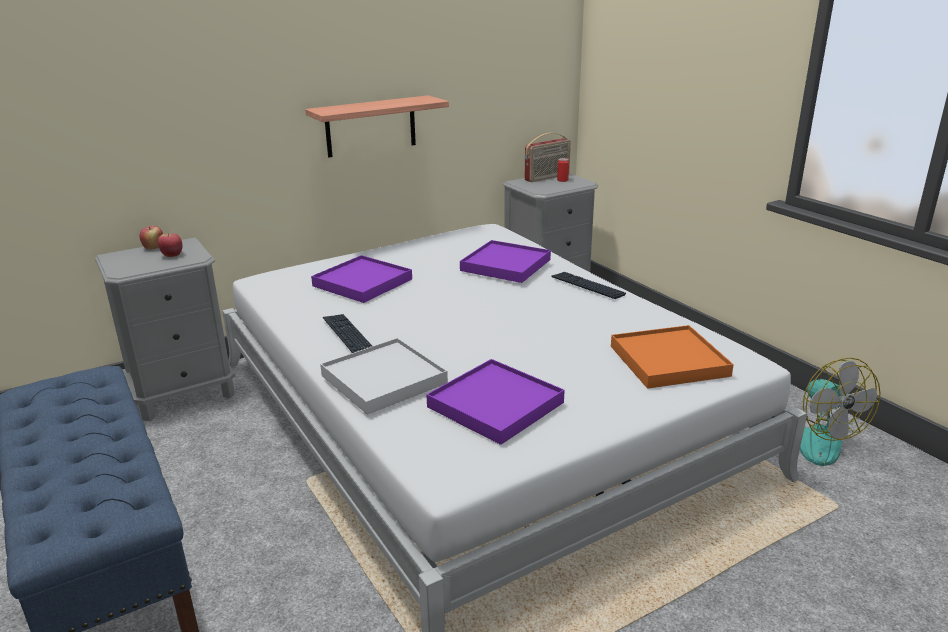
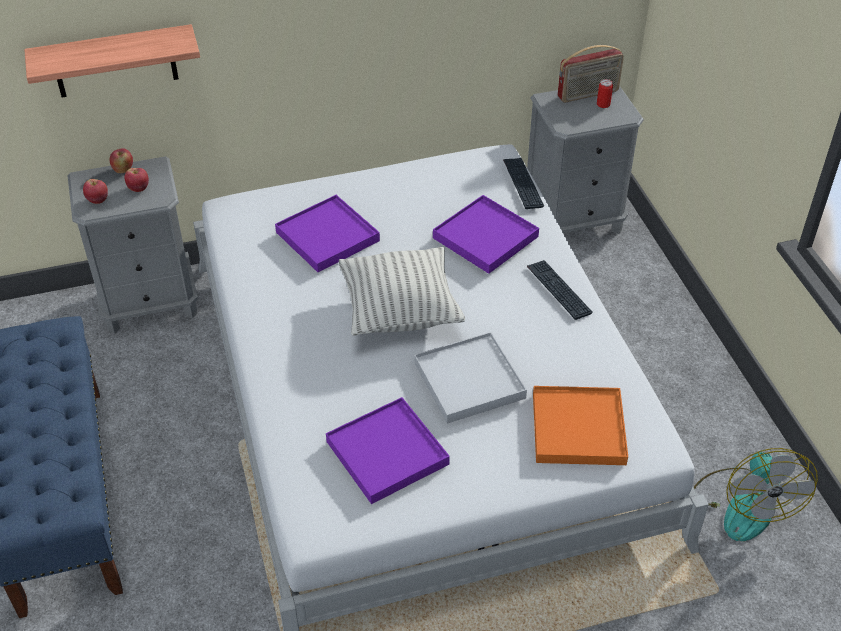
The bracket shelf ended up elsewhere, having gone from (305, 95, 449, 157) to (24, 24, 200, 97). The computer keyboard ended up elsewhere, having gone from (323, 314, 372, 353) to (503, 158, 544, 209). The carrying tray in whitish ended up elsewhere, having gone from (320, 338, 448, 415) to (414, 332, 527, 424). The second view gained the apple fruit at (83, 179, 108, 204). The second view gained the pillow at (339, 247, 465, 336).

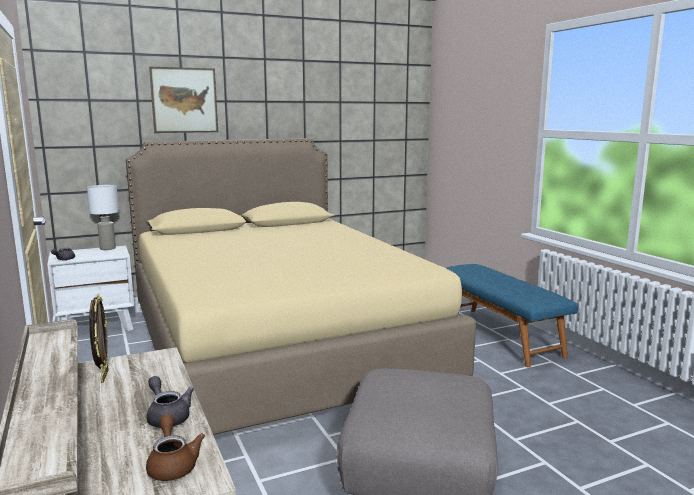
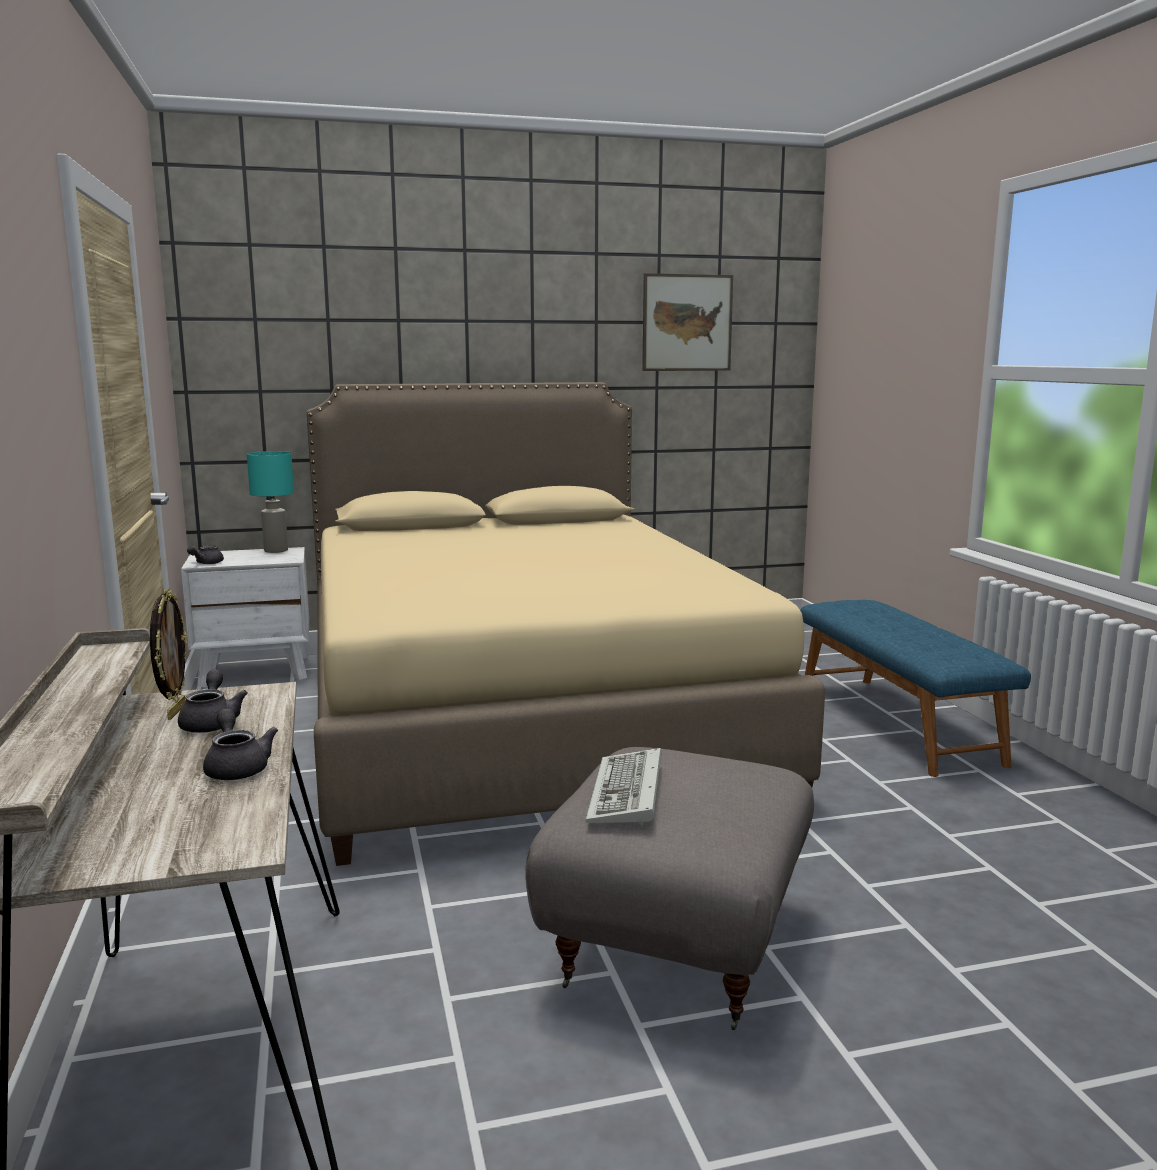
The wall art ended up elsewhere, having gone from (149, 67, 218, 133) to (642, 273, 733, 371). What was the table lamp in whitish at (87, 185, 119, 250) turned into the table lamp in turquoise at (247, 451, 294, 553). The second view lost the tea pot in brownish at (146, 414, 205, 481). The second view gained the tea pot in grey at (178, 670, 248, 733). The second view gained the computer keyboard at (585, 748, 662, 825).

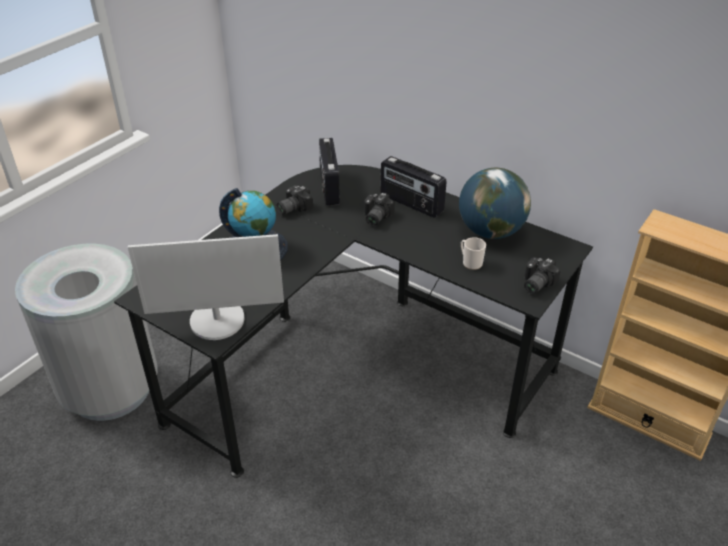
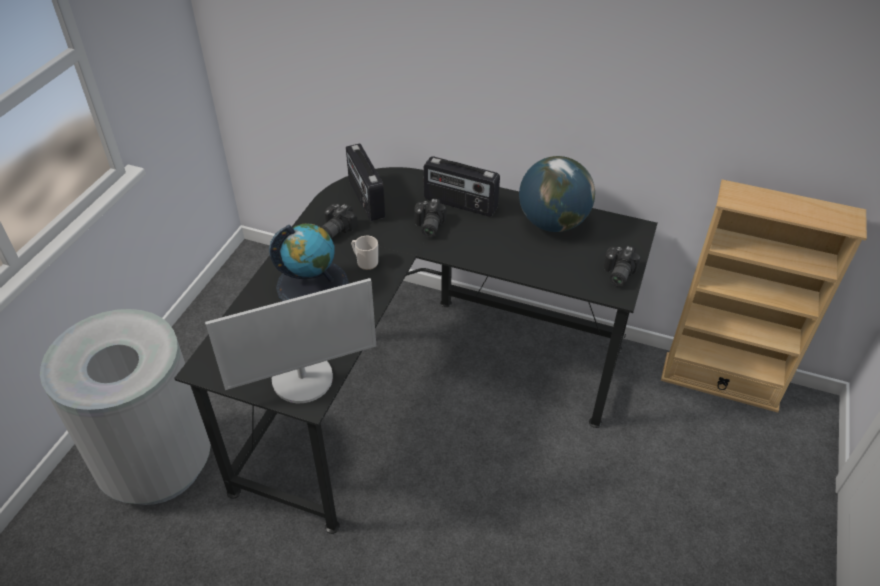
The coffee mug ended up elsewhere, having gone from (461, 237, 486, 270) to (351, 236, 378, 270).

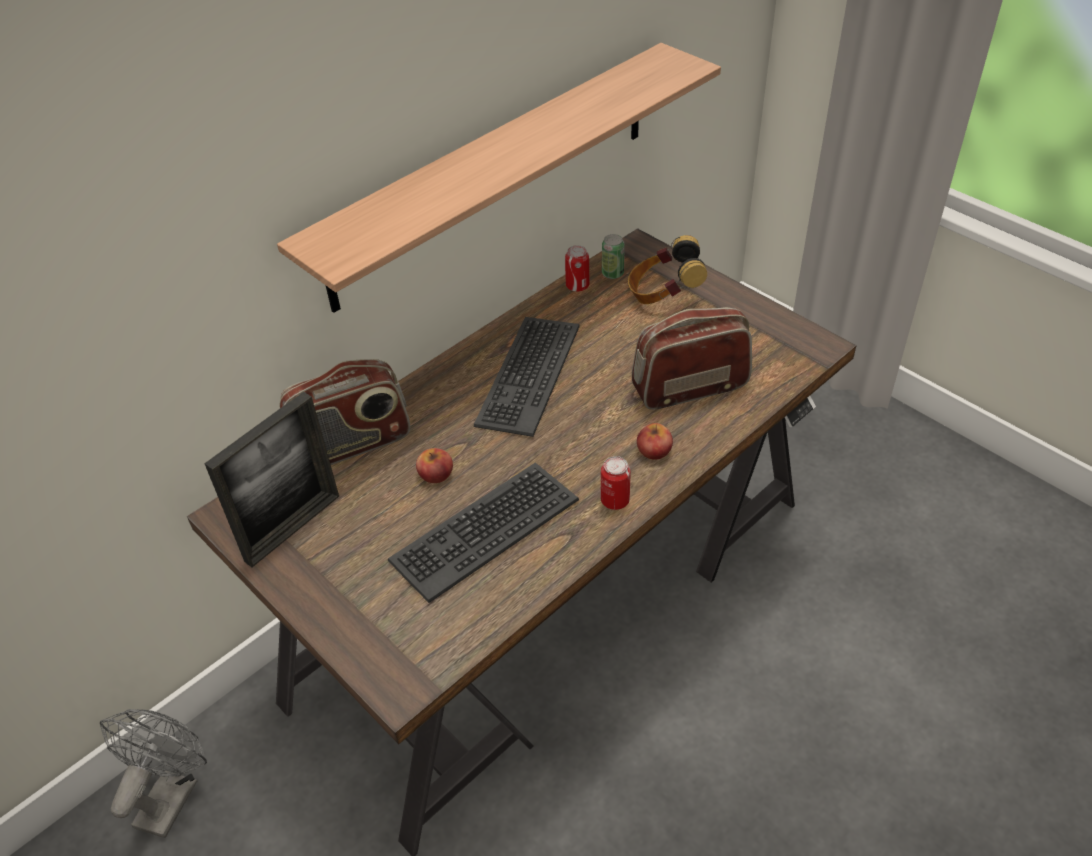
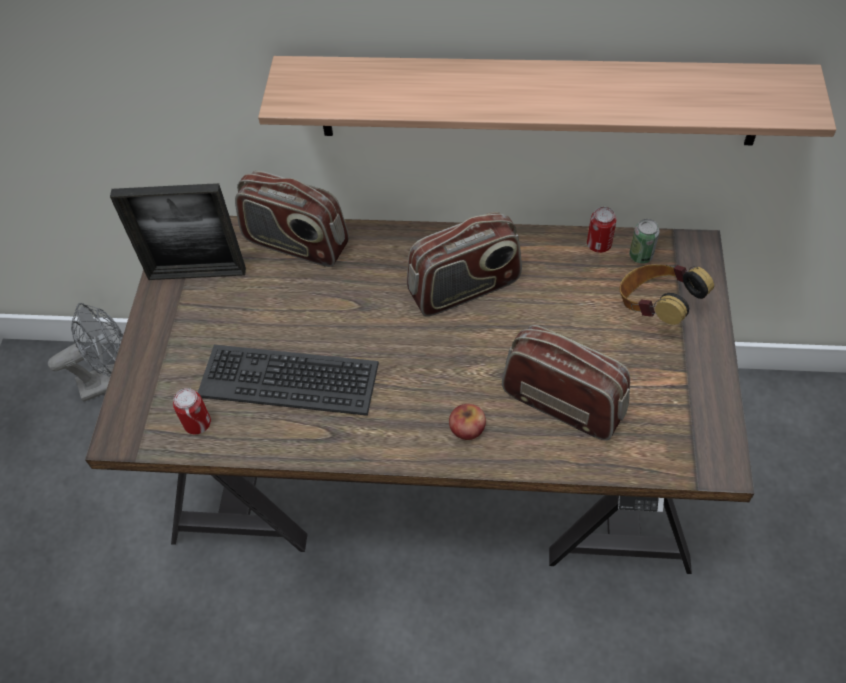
Where the computer keyboard stood at (474, 317, 580, 437), the radio receiver came to stand at (407, 212, 522, 316). The second view lost the apple fruit at (416, 448, 453, 483). The sealed can ended up elsewhere, having gone from (601, 456, 630, 510) to (173, 388, 211, 435).

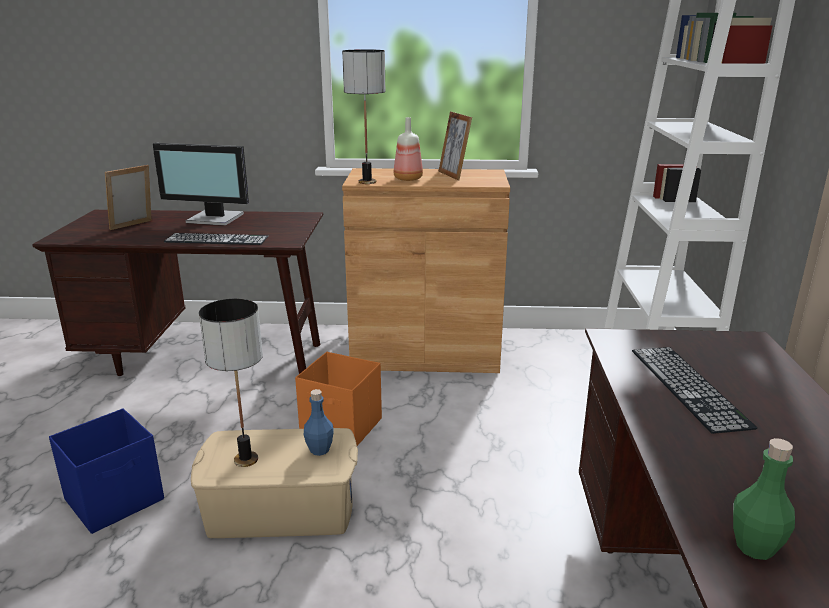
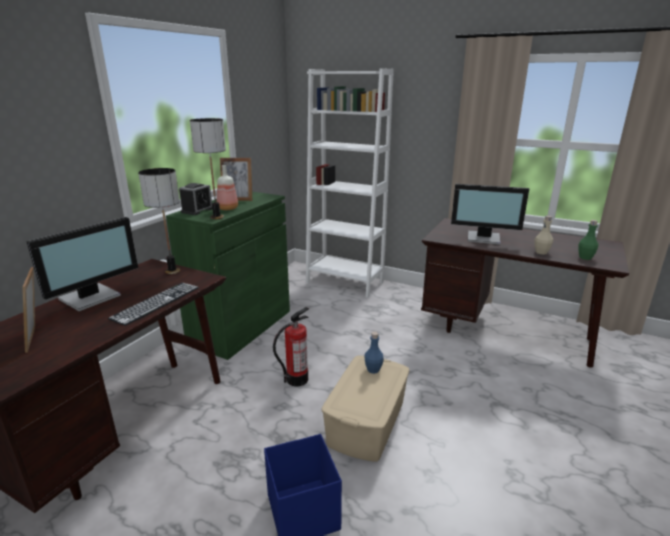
What was the cupboard in brownish at (342, 168, 510, 373) turned into the cupboard in green at (166, 192, 290, 360). The table lamp ended up elsewhere, having gone from (199, 299, 263, 467) to (138, 168, 180, 274). Where the computer keyboard stood at (632, 347, 757, 434), the monitor came to stand at (451, 184, 529, 245). Where the storage container in orangey stood at (295, 352, 382, 446), the extinguisher came to stand at (273, 307, 309, 387). The second view gained the bedside clock at (179, 183, 213, 215). The second view gained the bottle in sand-coloured at (535, 215, 553, 255).

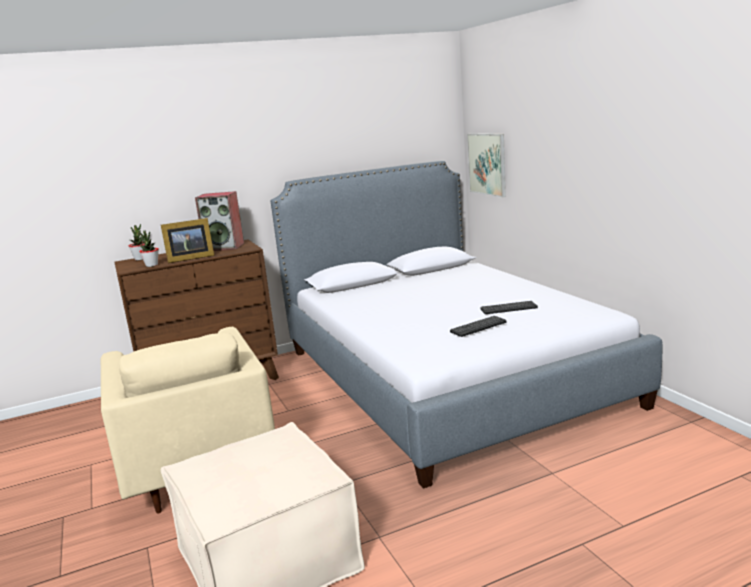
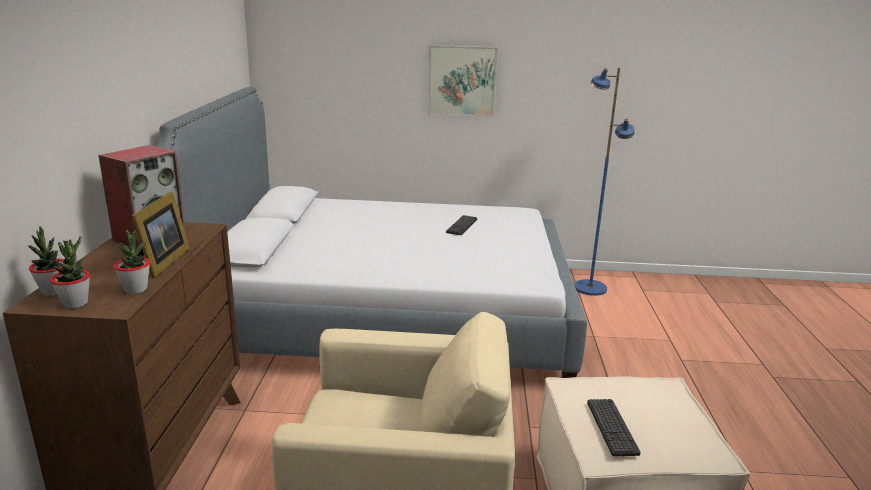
The wall art ended up elsewhere, having gone from (467, 133, 506, 197) to (427, 45, 498, 117). The computer keyboard ended up elsewhere, having gone from (450, 316, 507, 337) to (587, 399, 641, 456). The second view gained the standing lamp in bluish at (574, 68, 635, 296). The second view gained the houseplant at (50, 237, 90, 309).

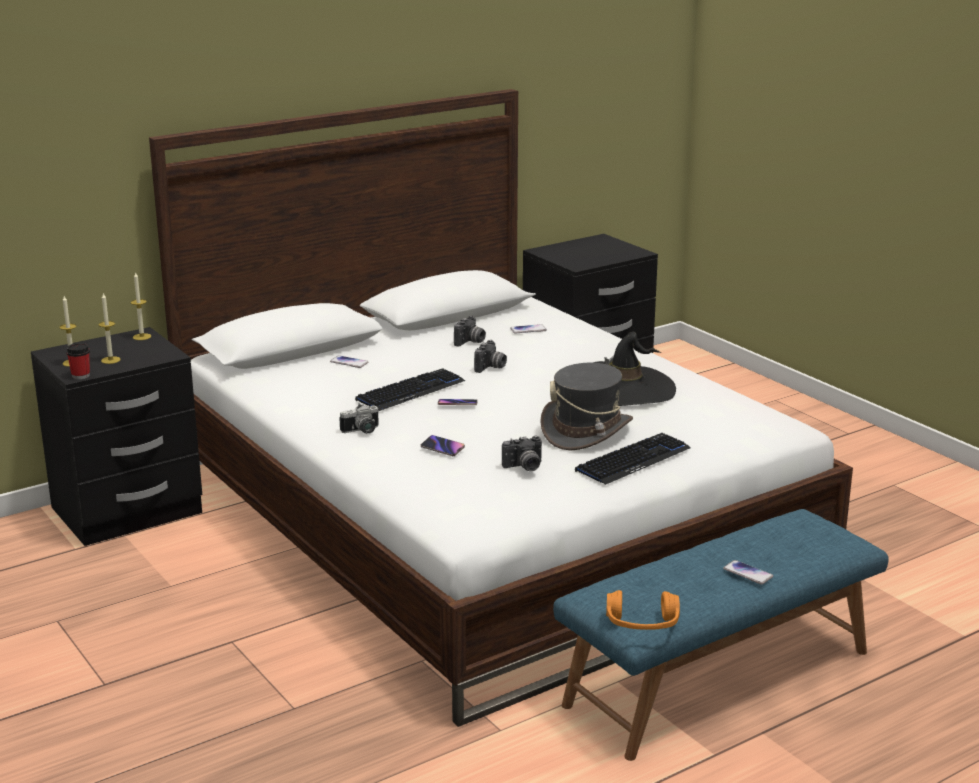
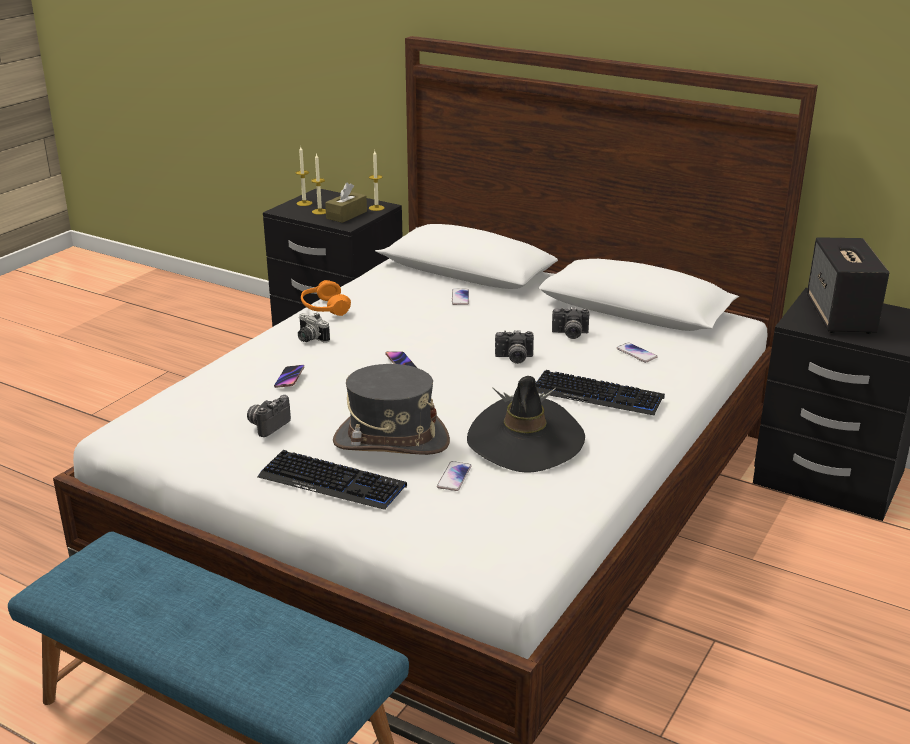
The second view lost the small cup at (66, 343, 90, 379). The computer keyboard ended up elsewhere, having gone from (355, 368, 465, 411) to (536, 370, 665, 415). The photo camera at (502, 435, 542, 471) ended up facing another way, 75 degrees clockwise from before. The phone ended up elsewhere, having gone from (723, 560, 773, 585) to (437, 461, 472, 491). The headphones in orangey ended up elsewhere, having gone from (606, 590, 680, 630) to (301, 280, 351, 316). The second view gained the box of tissues in brownish at (325, 183, 367, 223). The second view gained the audio speaker at (807, 237, 889, 334).

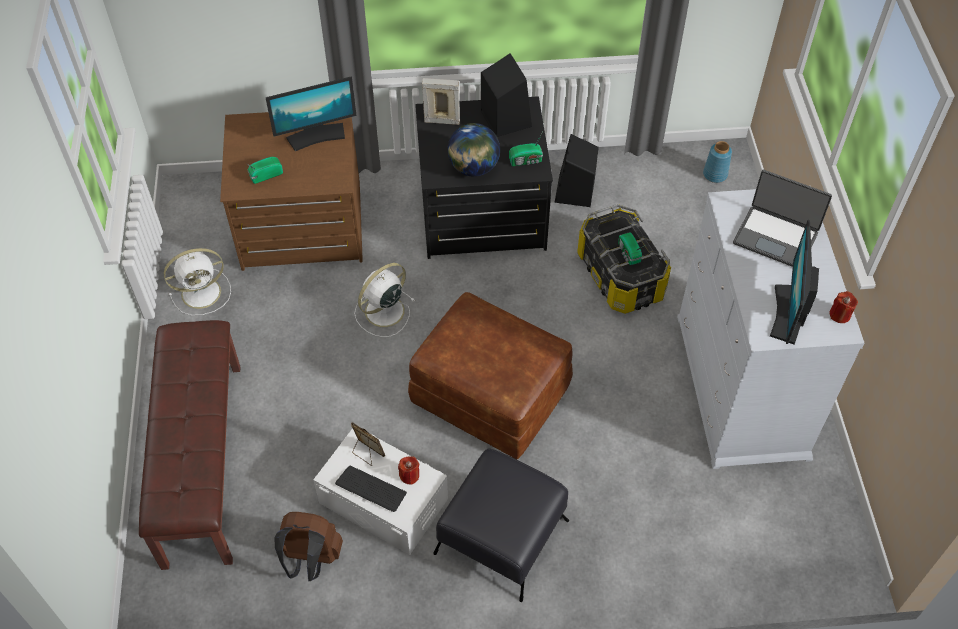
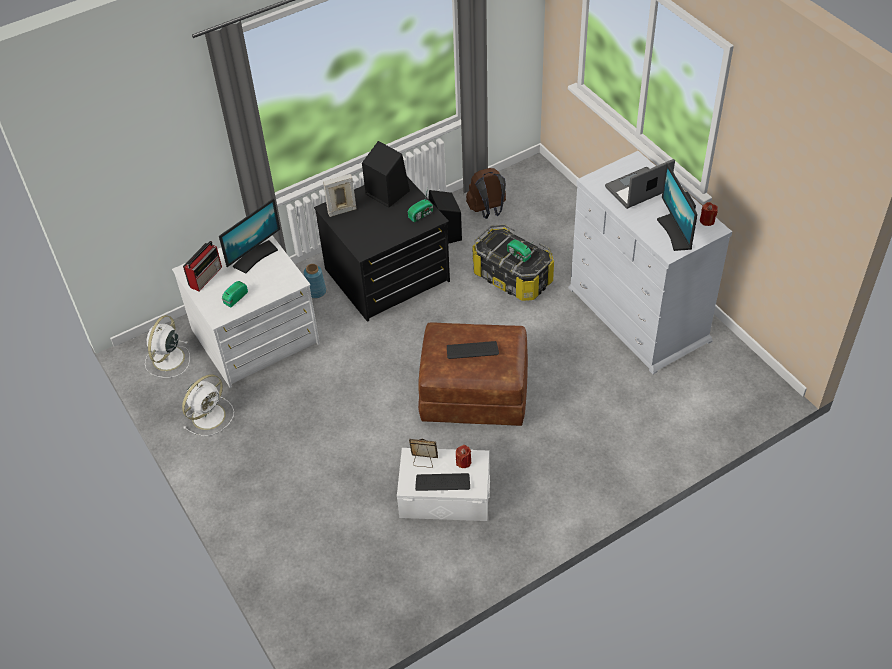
What was the drawer chest in brownish at (220, 112, 363, 271) turned into the drawer chest in whitish at (172, 235, 320, 388). The second view lost the desk globe at (447, 123, 500, 177). The vase in bluish ended up elsewhere, having gone from (703, 141, 732, 183) to (304, 264, 326, 299). The laptop at (733, 170, 832, 267) ended up facing another way, 150 degrees clockwise from before. The cooling fan in whitish ended up elsewhere, having gone from (354, 263, 415, 337) to (145, 315, 190, 378). The second view lost the indoor bench in brownish at (139, 320, 240, 570). The second view lost the pouffe in blackish at (433, 449, 569, 602). The backpack in brownish ended up elsewhere, having gone from (274, 512, 343, 581) to (466, 168, 506, 219). The second view gained the radio receiver at (183, 241, 222, 291). The second view gained the computer keyboard at (447, 341, 499, 359).

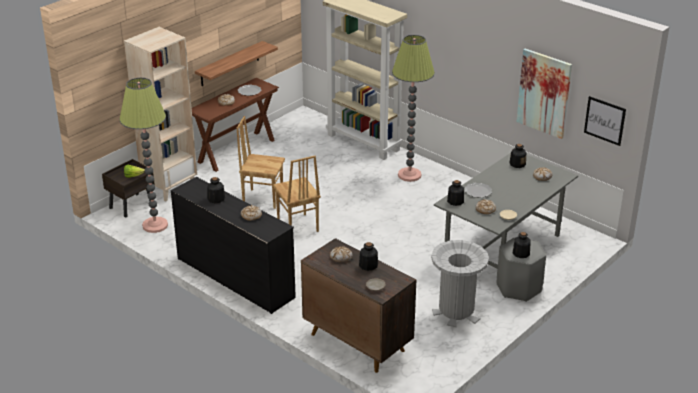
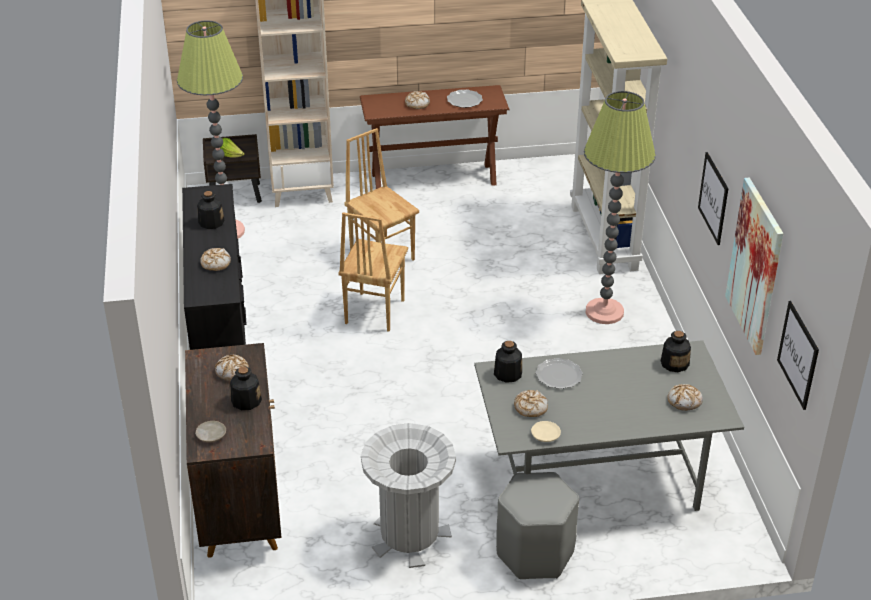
The second view lost the bracket shelf at (195, 41, 278, 86). The second view lost the bottle at (513, 232, 531, 258). The second view gained the wall art at (698, 152, 728, 245).

